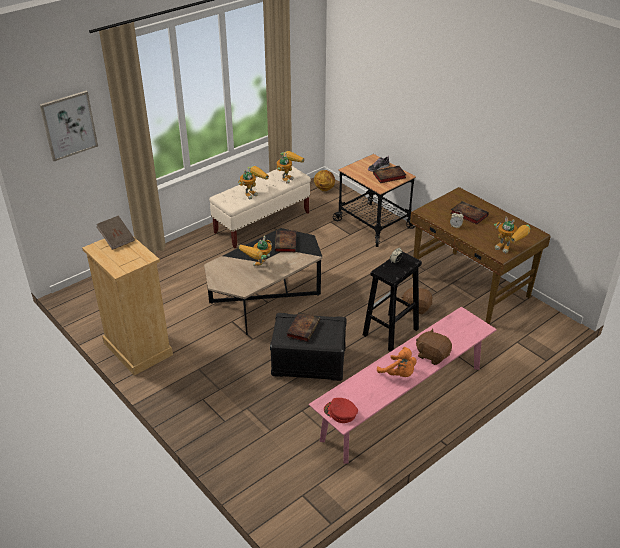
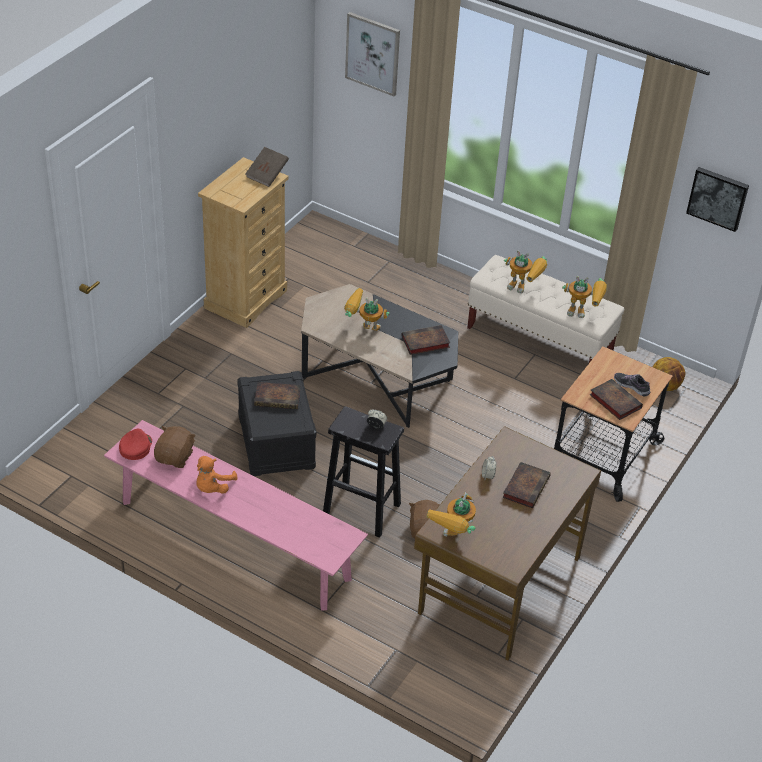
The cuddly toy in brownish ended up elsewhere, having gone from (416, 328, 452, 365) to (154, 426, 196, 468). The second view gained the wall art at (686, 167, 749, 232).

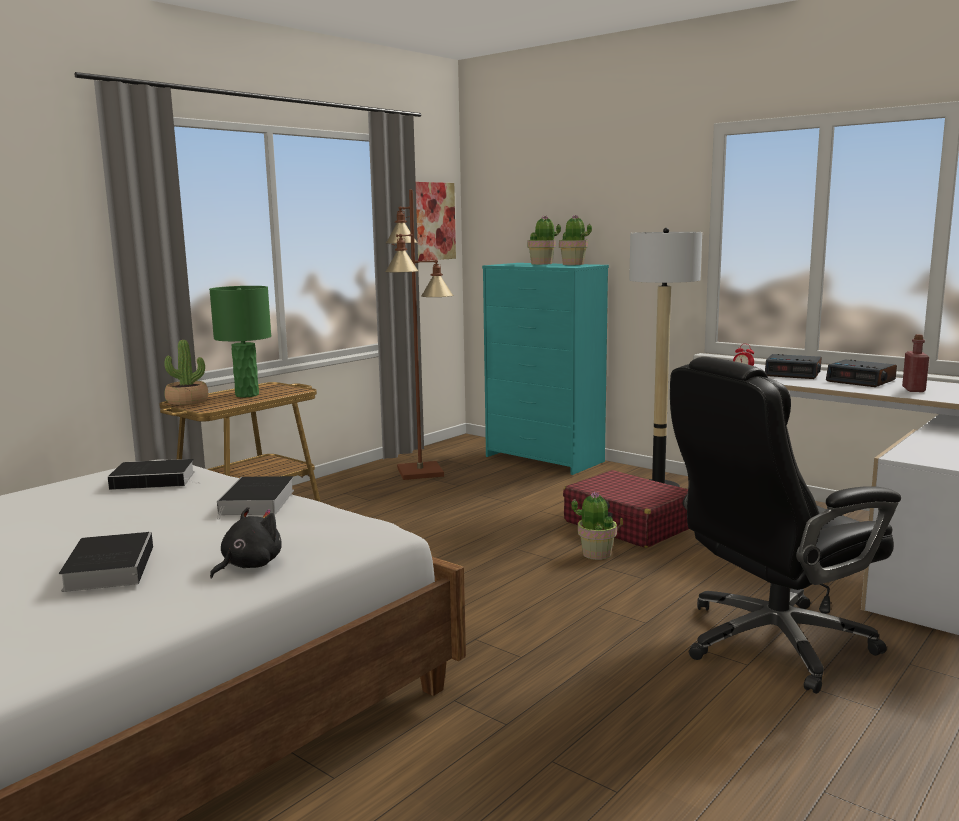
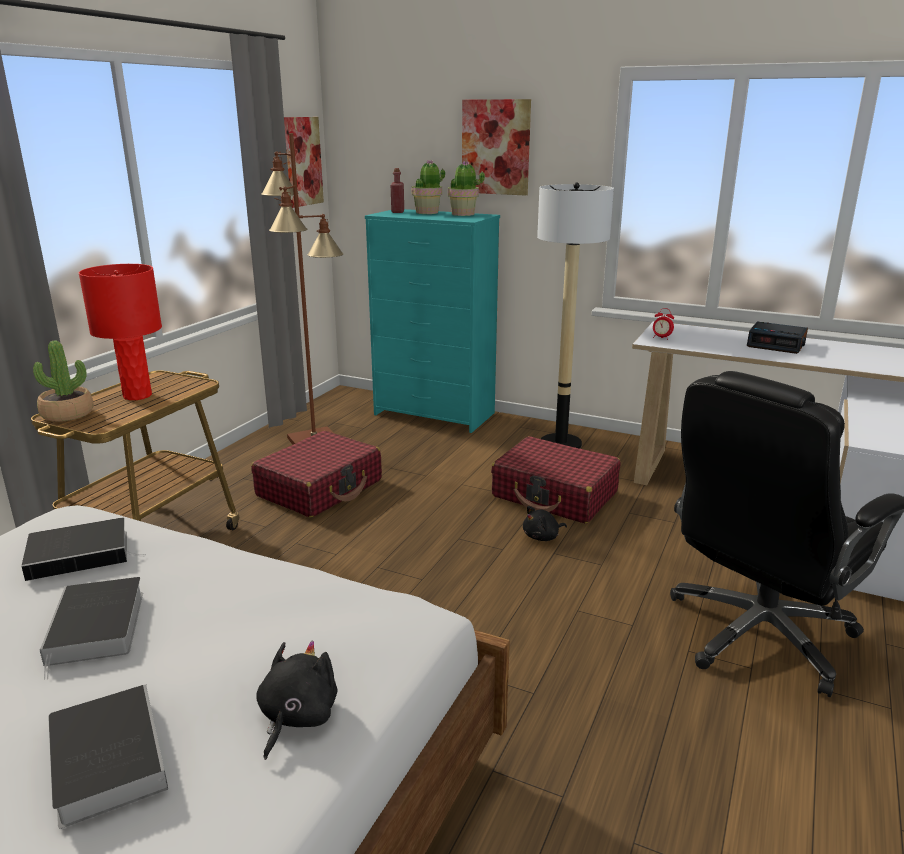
What was the table lamp in green at (209, 286, 271, 398) turned into the table lamp in red-coloured at (79, 264, 162, 400). The bottle in red-coloured ended up elsewhere, having gone from (902, 334, 929, 392) to (391, 168, 404, 213). The second view lost the bedside clock at (765, 354, 822, 379). The book ended up elsewhere, having gone from (217, 476, 294, 520) to (40, 577, 143, 680). Where the houseplant stood at (571, 491, 617, 560), the cuddly toy in blackish came to stand at (523, 506, 567, 541). The second view gained the wall art at (462, 99, 531, 196). The second view gained the piece of luggage in red-coloured at (251, 431, 382, 518).

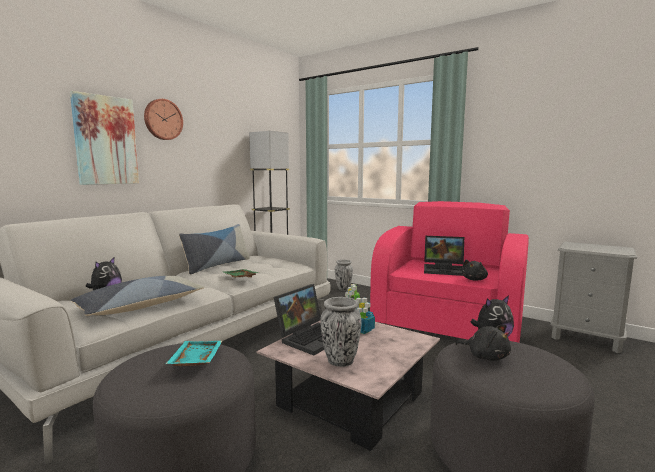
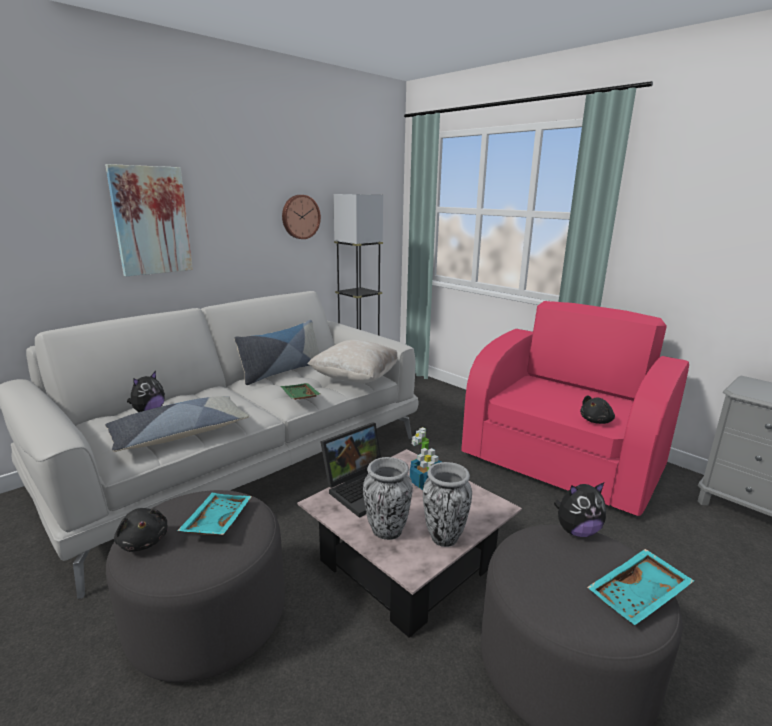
The wall clock ended up elsewhere, having gone from (144, 99, 183, 140) to (282, 195, 321, 239). The second view lost the laptop at (424, 236, 464, 276). The vase ended up elsewhere, having gone from (335, 260, 353, 291) to (423, 462, 472, 547). The cuddly toy in blackish ended up elsewhere, having gone from (455, 324, 511, 361) to (114, 508, 168, 552). The second view gained the pillow in sand-coloured at (307, 340, 398, 383). The second view gained the carrying tray in turquoise at (587, 549, 694, 625).

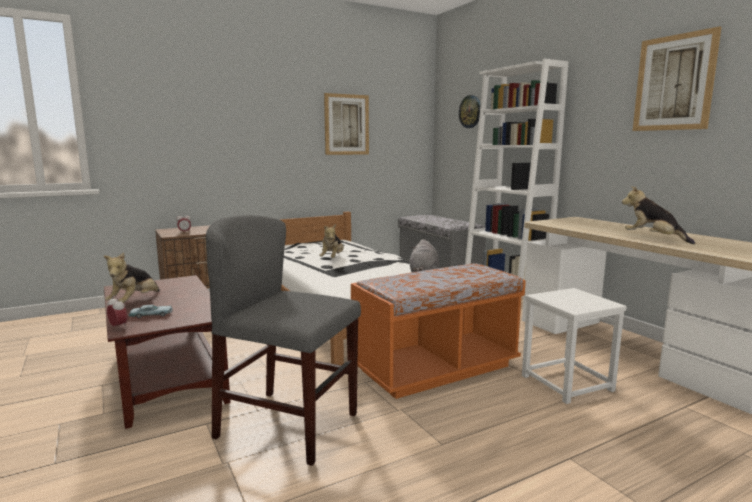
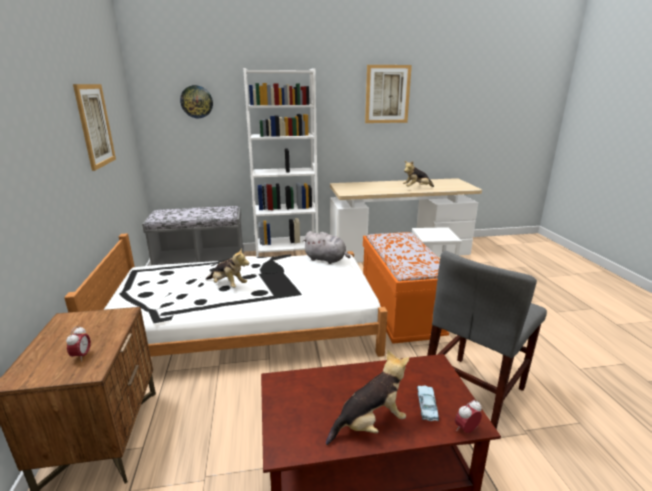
The cuddly toy at (104, 252, 160, 303) ended up facing another way, 60 degrees counterclockwise from before.

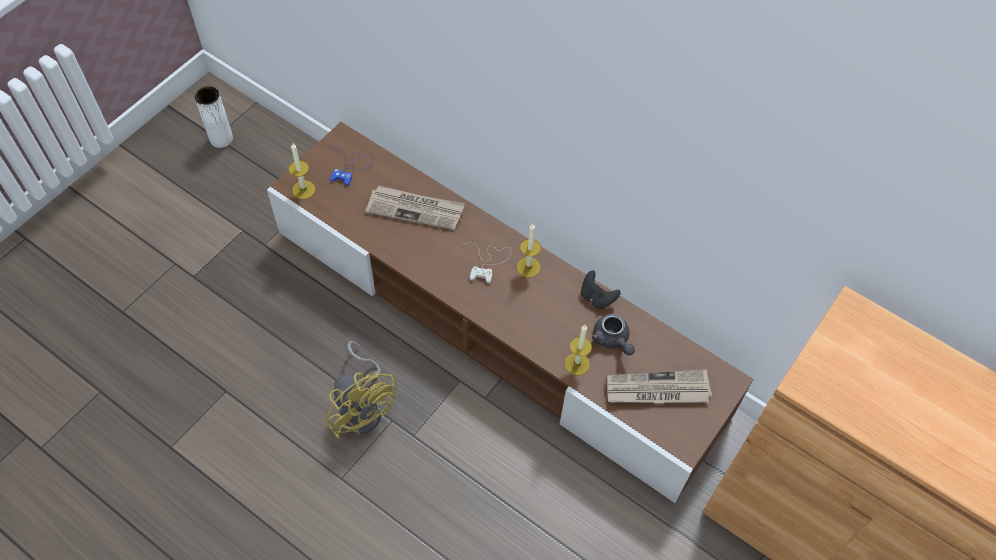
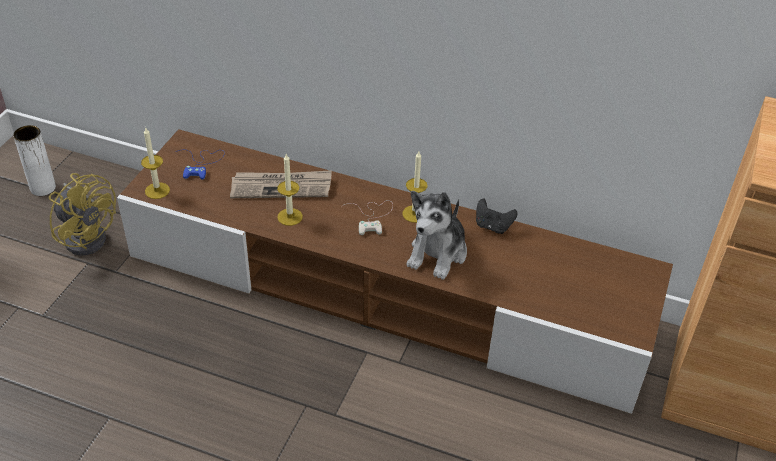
The second view lost the tea pot in grey at (592, 314, 635, 355). The wax candle ended up elsewhere, having gone from (565, 325, 592, 376) to (277, 154, 303, 226). The cooling fan in yellow-coloured ended up elsewhere, having gone from (326, 341, 397, 438) to (49, 173, 116, 256). The second view lost the daily paper at (607, 369, 712, 403). The second view gained the cuddly toy at (406, 191, 467, 280).

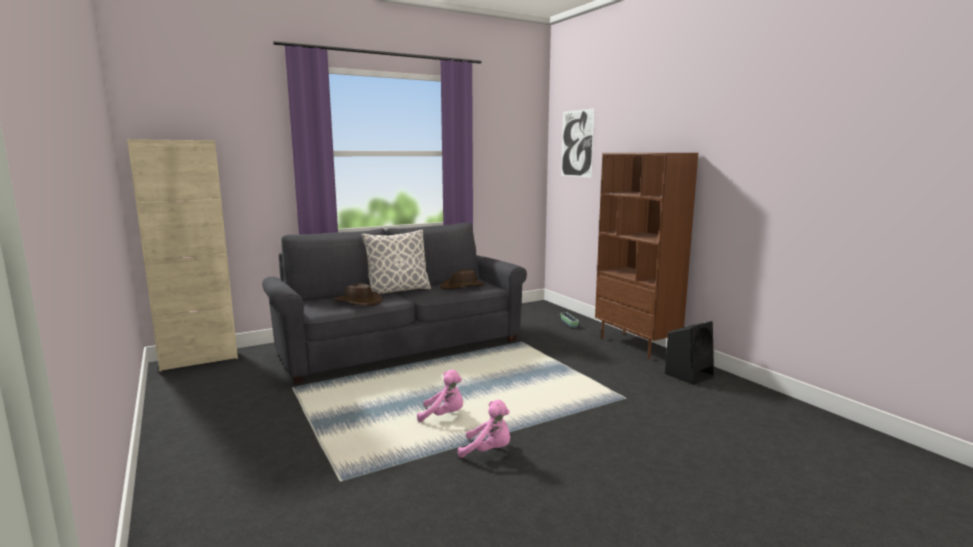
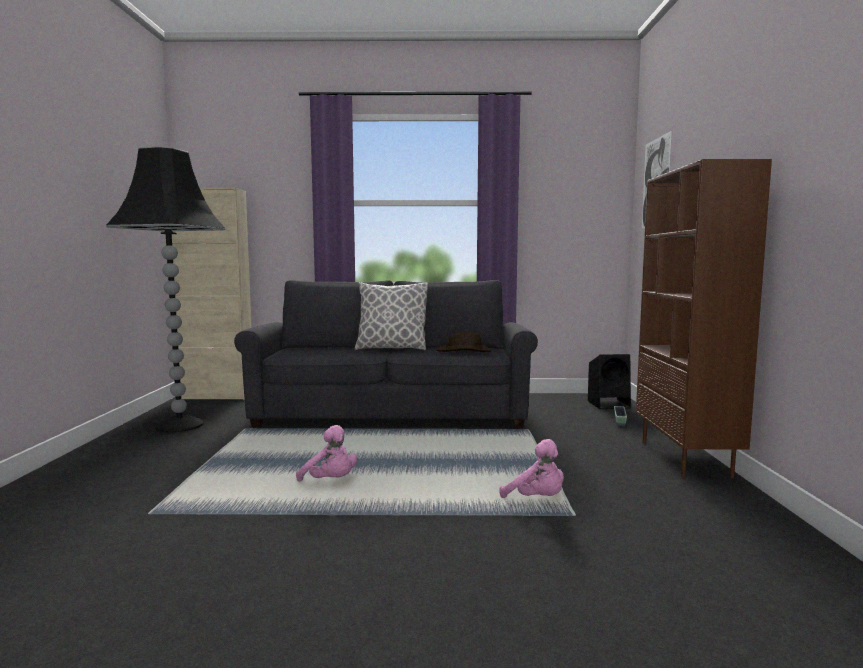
The second view lost the clothing hat in brownish at (334, 284, 383, 306). The audio speaker in blackish ended up elsewhere, having gone from (665, 321, 714, 385) to (588, 354, 631, 409). The cuddly toy in pink-coloured ended up elsewhere, having gone from (458, 400, 510, 458) to (499, 439, 564, 498). The second view gained the standing lamp in blackish at (106, 146, 225, 432).

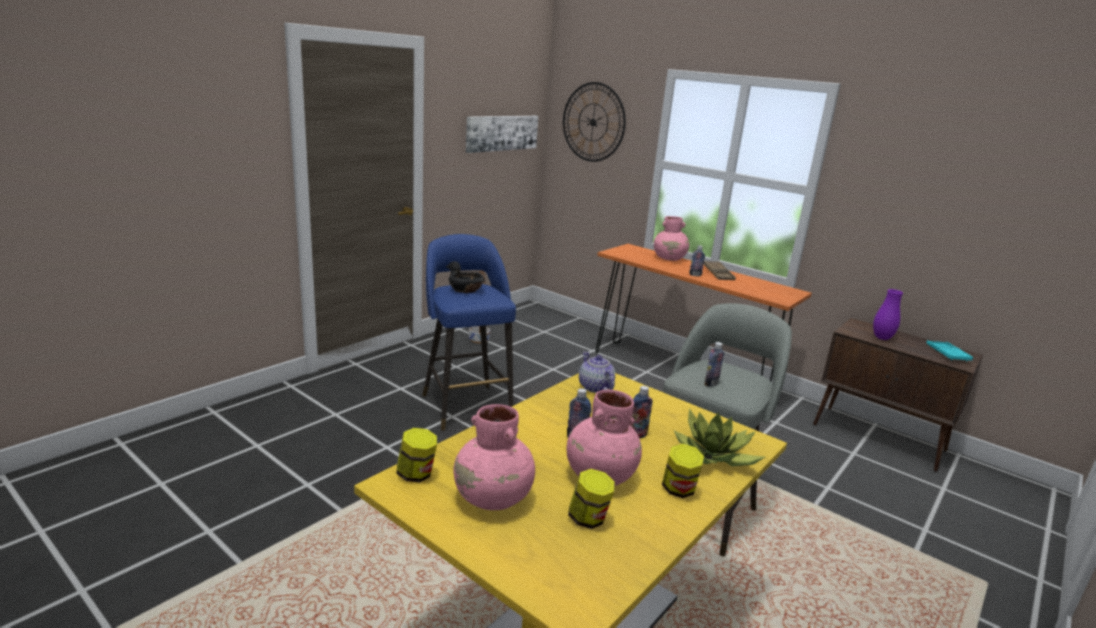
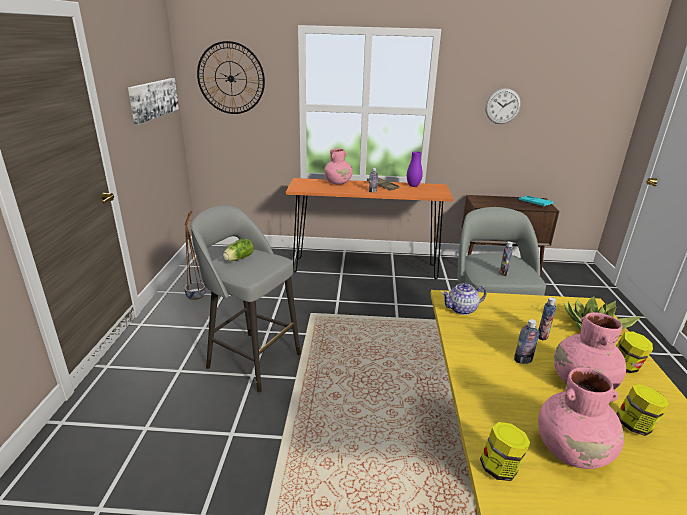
What was the sitting stool in bluish at (422, 234, 516, 431) turned into the sitting stool in grey at (191, 205, 301, 393). Where the bowl in blackish stood at (446, 261, 485, 293), the lettuce head came to stand at (223, 238, 254, 261). The vase in purple-coloured ended up elsewhere, having gone from (873, 289, 903, 340) to (407, 151, 423, 187). The tea pot at (579, 352, 615, 393) ended up facing another way, 45 degrees counterclockwise from before. The second view gained the wall clock at (486, 88, 521, 124).

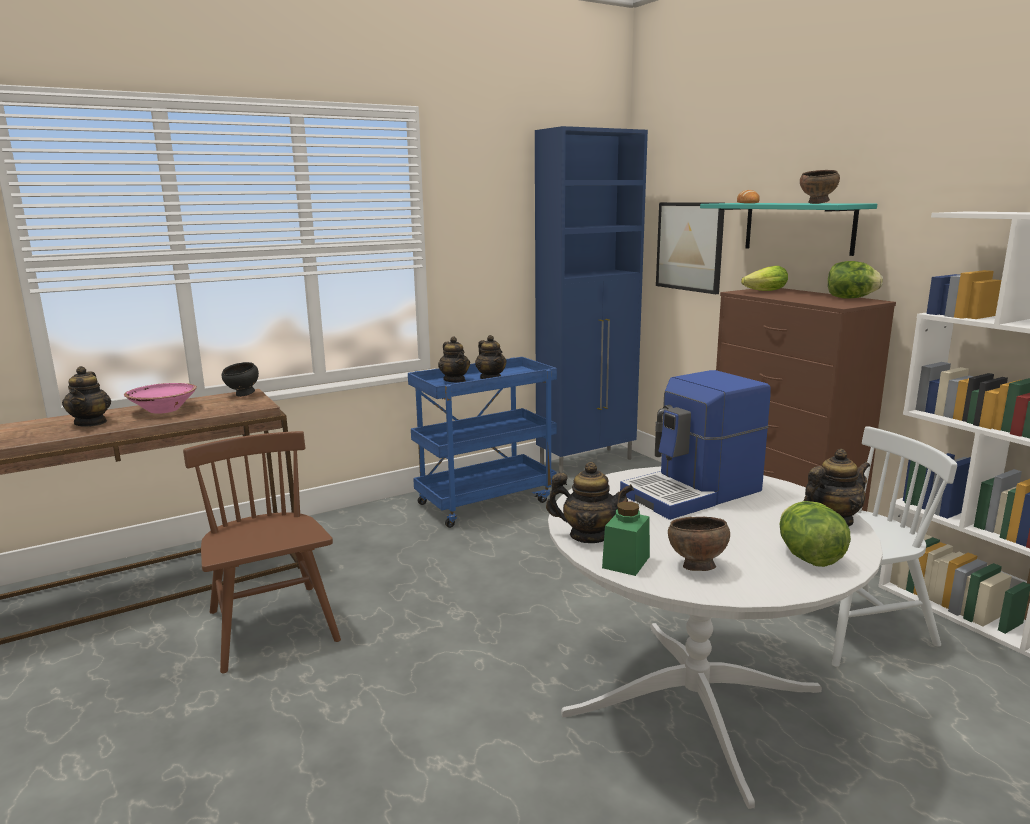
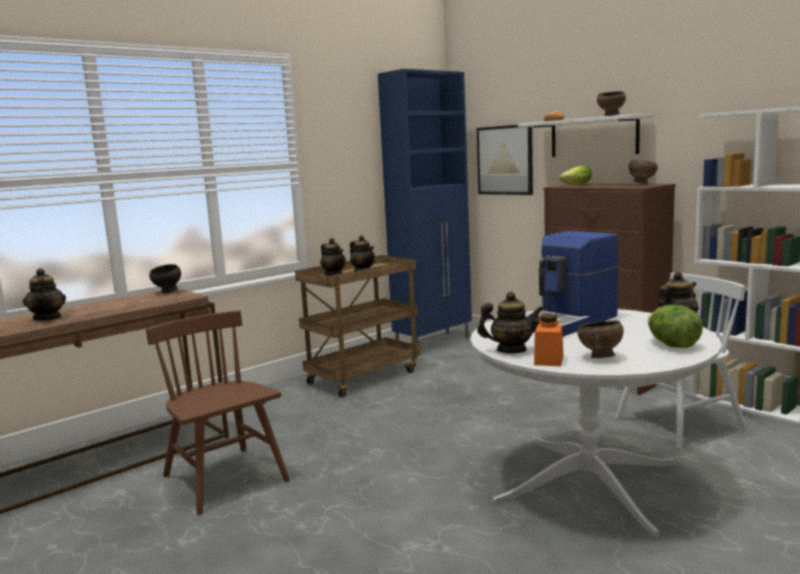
What was the bracket shelf in turquoise at (700, 203, 877, 256) turned into the bracket shelf in whitish at (518, 114, 653, 157). Where the lettuce head stood at (828, 261, 883, 299), the bowl in brownish came to stand at (629, 160, 658, 184). What was the wheeled cart in bluish at (408, 357, 557, 528) turned into the wheeled cart in brownish at (295, 255, 420, 397). The second view lost the bowl in pink-coloured at (124, 383, 197, 414). What was the jar in green at (602, 501, 650, 576) turned into the jar in orangey at (534, 314, 563, 366).

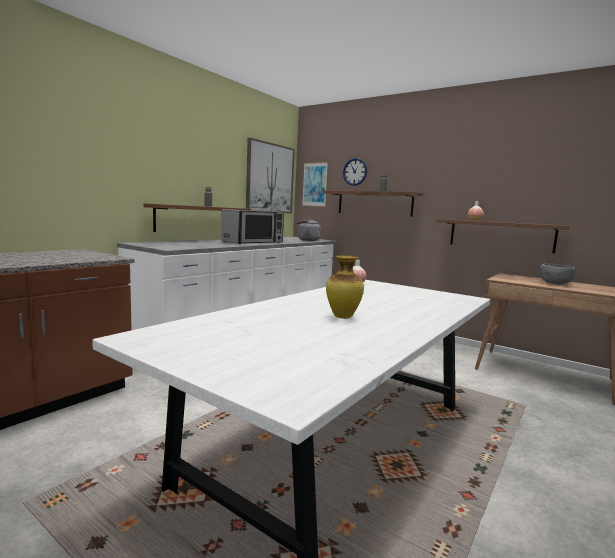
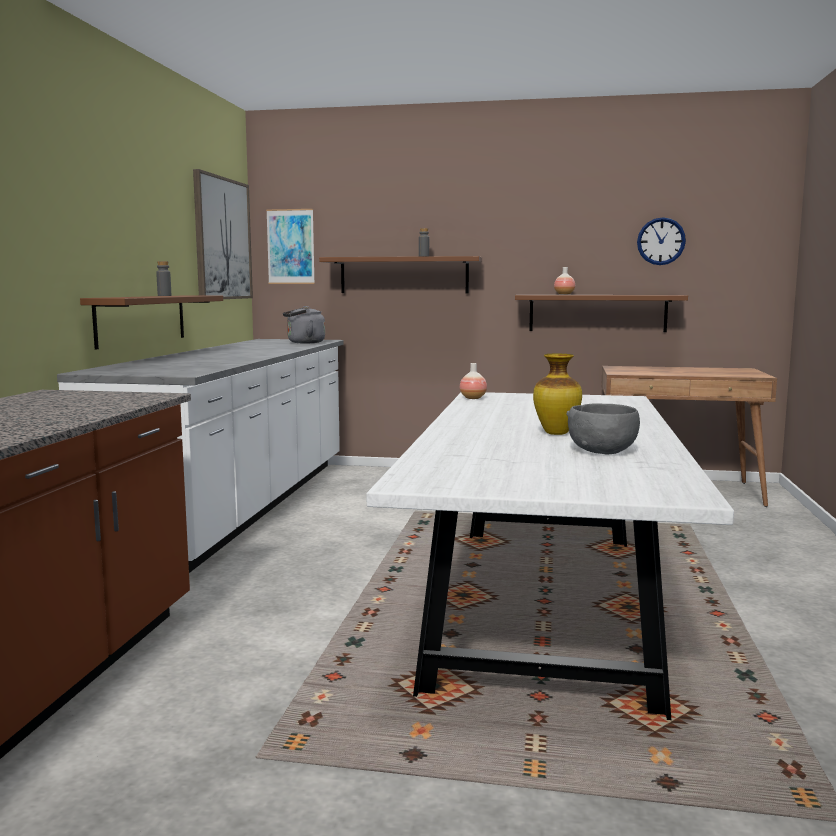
The wall clock ended up elsewhere, having gone from (343, 158, 367, 186) to (637, 217, 686, 265). The second view lost the kitchen microwave at (221, 209, 284, 244). The bowl in grey ended up elsewhere, having gone from (540, 264, 575, 285) to (566, 404, 640, 454).

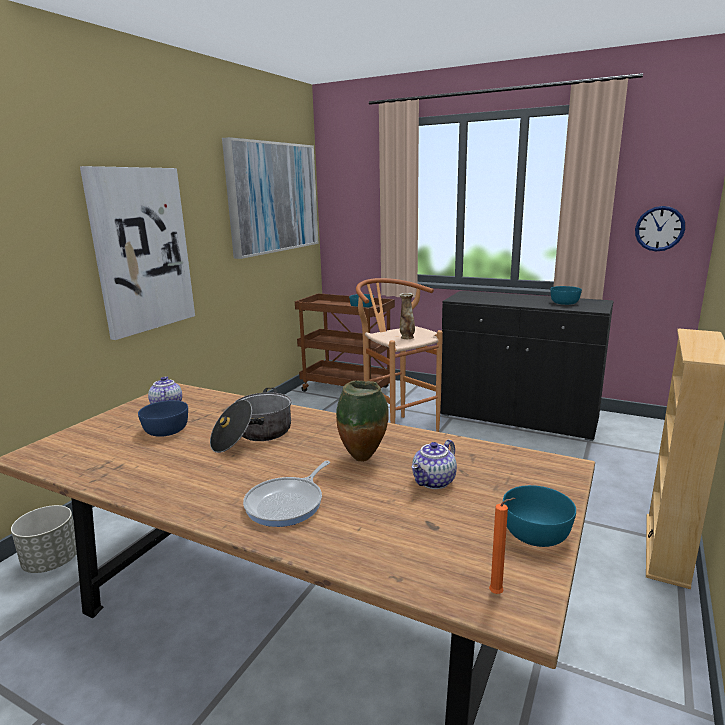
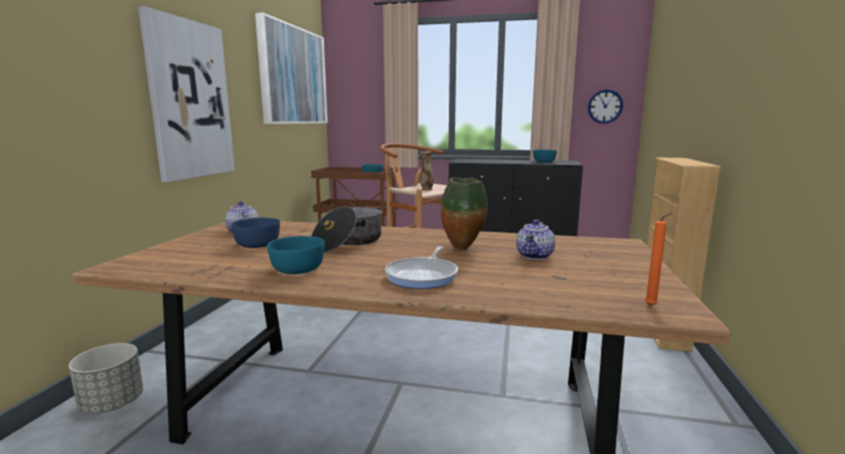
The bowl in turquoise ended up elsewhere, having gone from (503, 485, 576, 547) to (267, 236, 325, 274).

